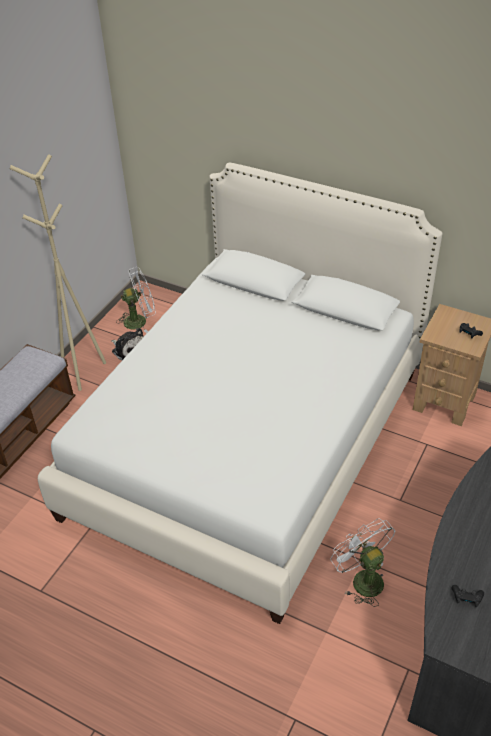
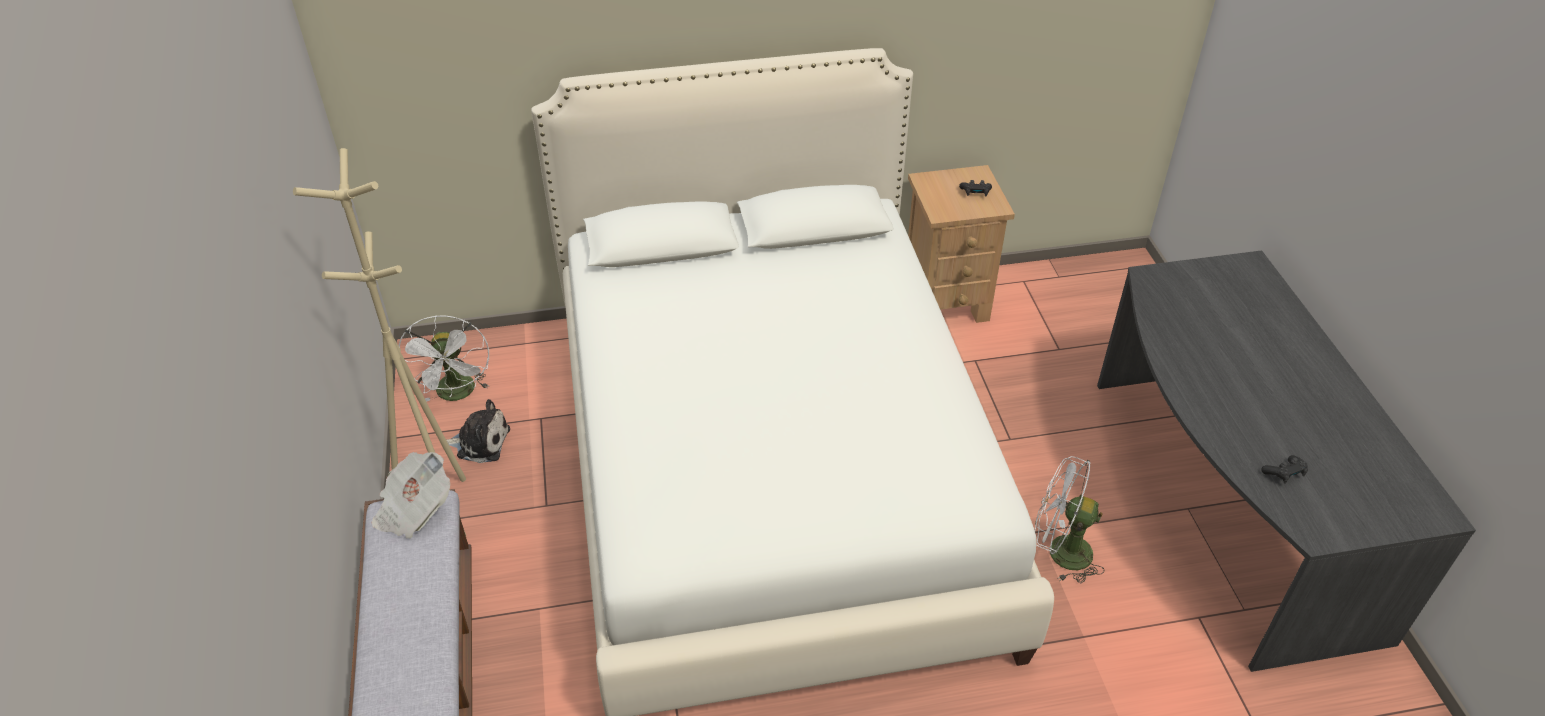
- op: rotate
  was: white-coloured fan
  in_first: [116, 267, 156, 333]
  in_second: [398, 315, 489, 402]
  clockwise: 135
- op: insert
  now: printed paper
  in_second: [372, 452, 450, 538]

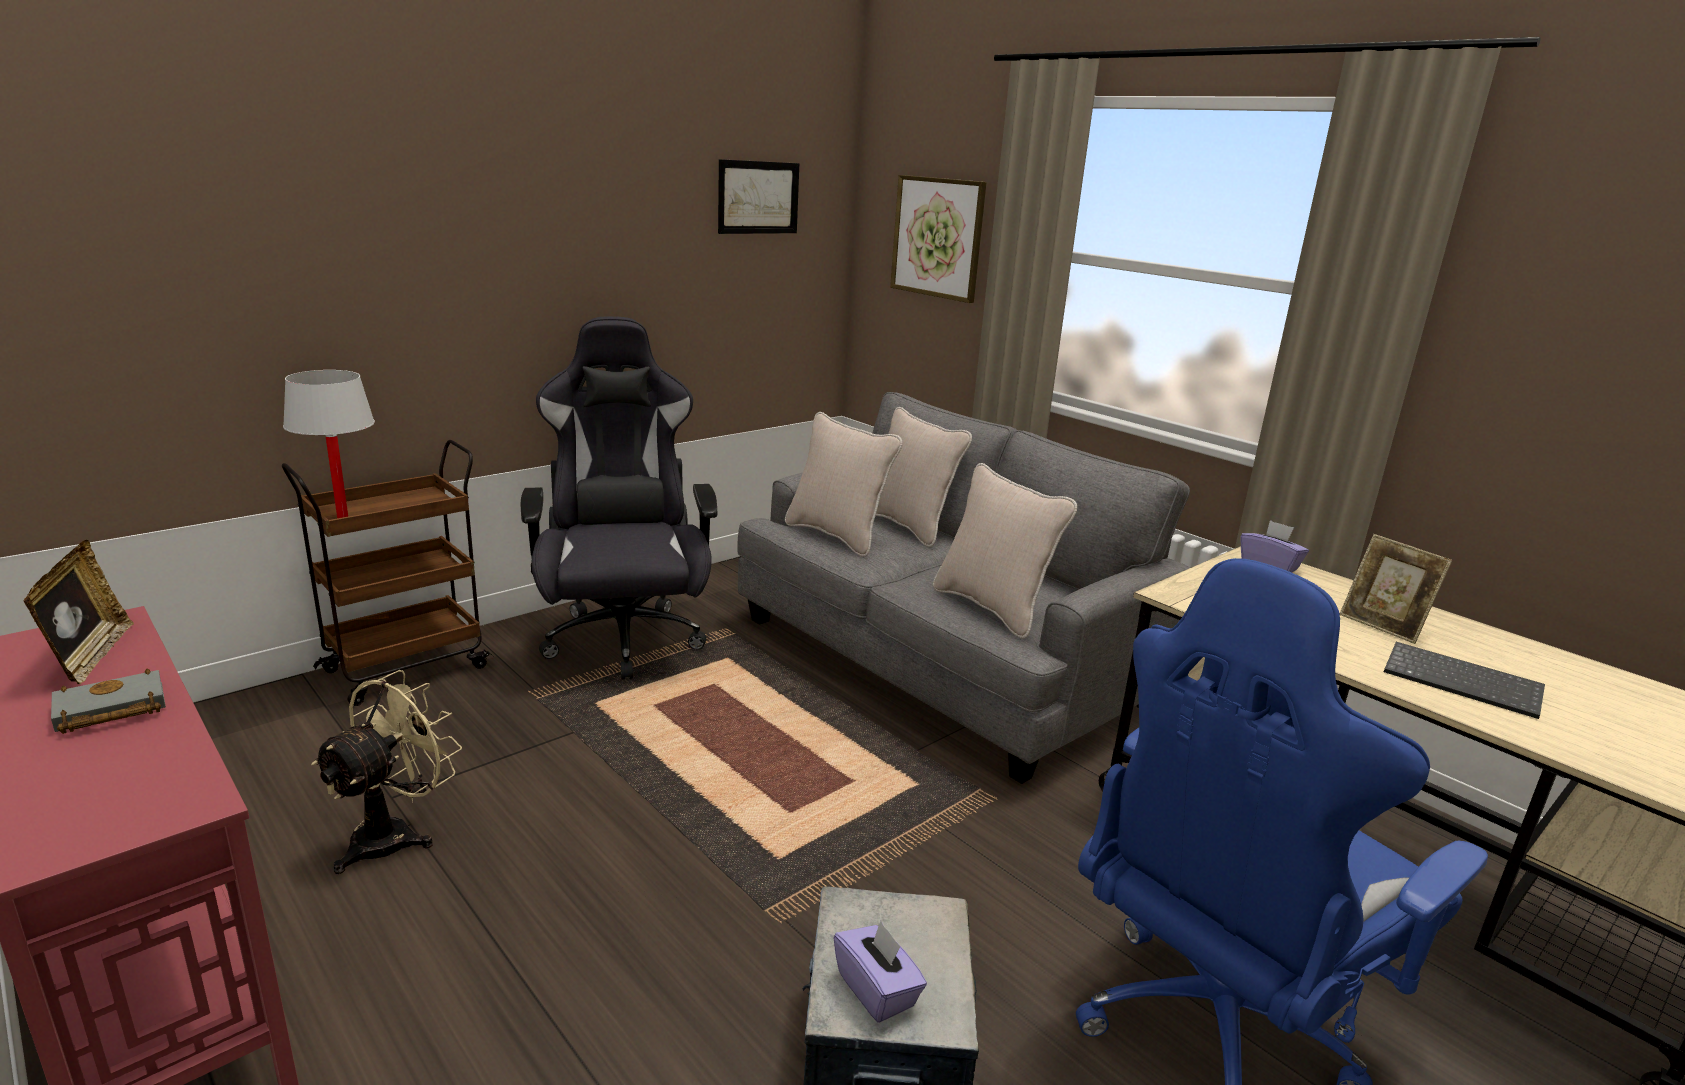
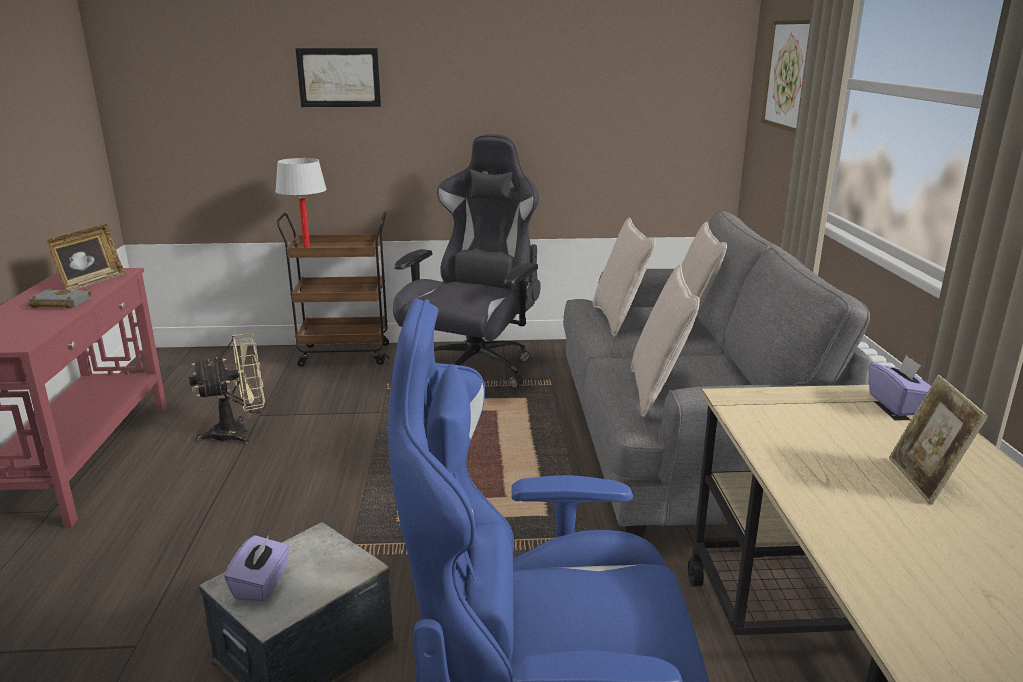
- op: move
  was: wall picture
  in_first: [718, 159, 800, 234]
  in_second: [295, 48, 381, 107]
- op: delete
  was: computer keyboard
  in_first: [1384, 642, 1545, 719]

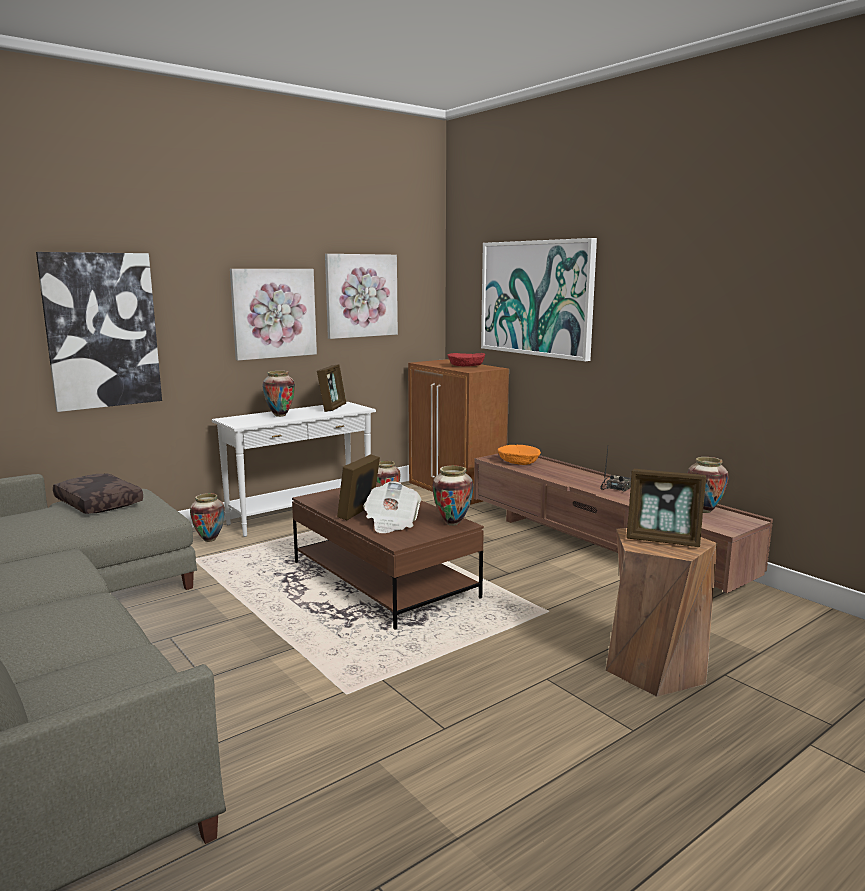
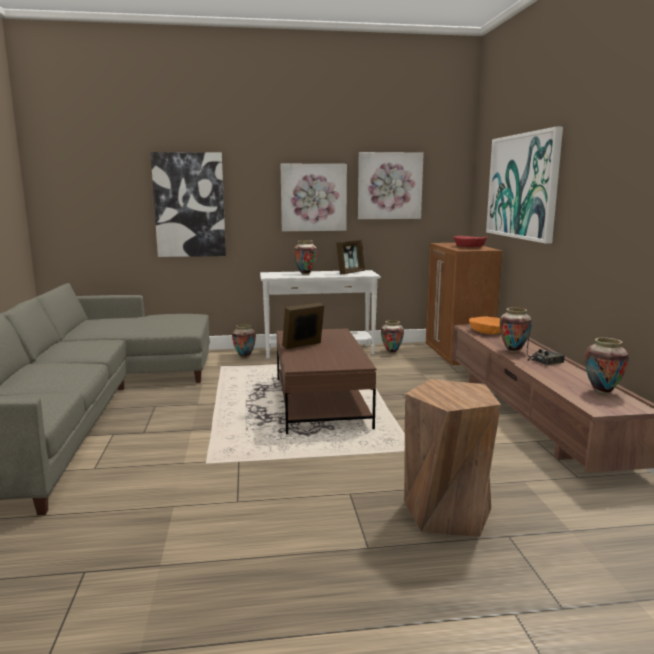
- op: move
  was: vase
  in_first: [432, 465, 474, 526]
  in_second: [500, 308, 532, 353]
- op: delete
  was: standing frame
  in_first: [626, 469, 706, 547]
- op: delete
  was: brown pillow
  in_first: [53, 474, 143, 514]
- op: delete
  was: printed paper
  in_first: [363, 481, 422, 533]

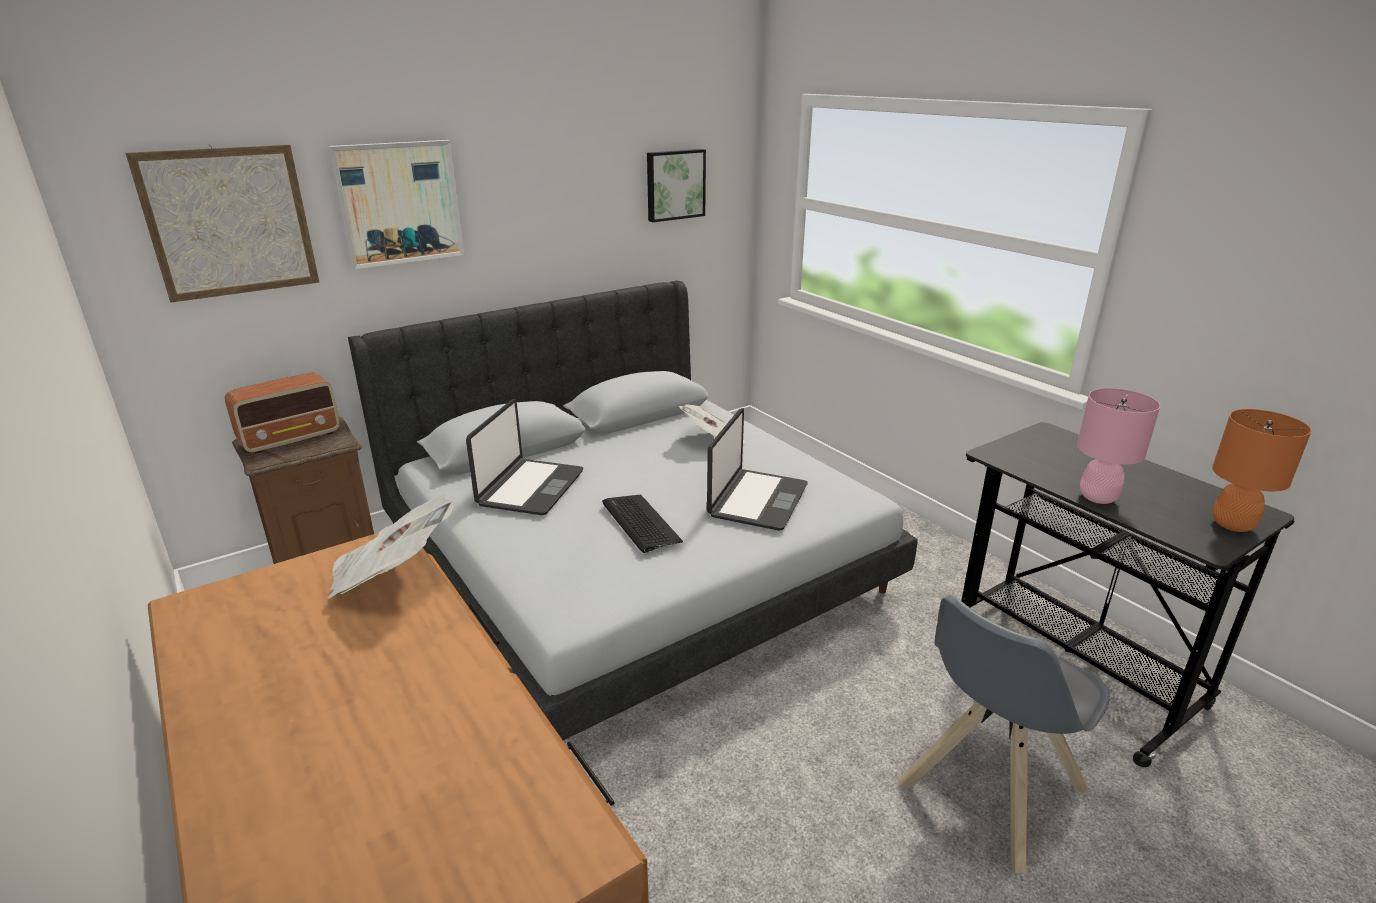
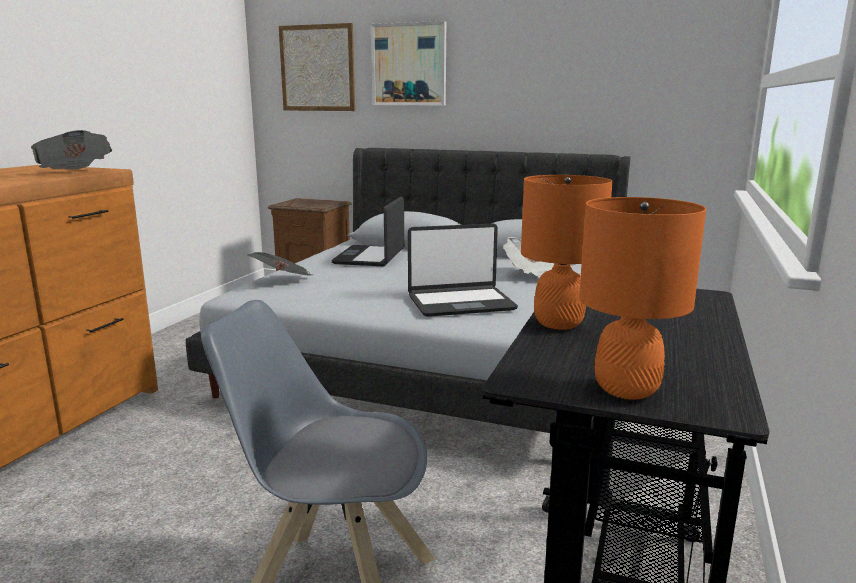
- op: delete
  was: wall picture
  in_first: [647, 149, 706, 222]
- op: delete
  was: radio set
  in_first: [225, 373, 340, 454]
- op: recolor
  was: pink-coloured lamp for a table
  now: orange-coloured lamp for a table
  in_first: [1077, 388, 1160, 504]
  in_second: [521, 175, 613, 330]
- op: rotate
  was: laptop
  in_first: [466, 399, 583, 515]
  in_second: [331, 196, 404, 266]
  clockwise: 120
- op: delete
  was: computer keyboard
  in_first: [602, 495, 683, 553]
- op: insert
  now: printed paper
  in_second: [247, 252, 312, 275]

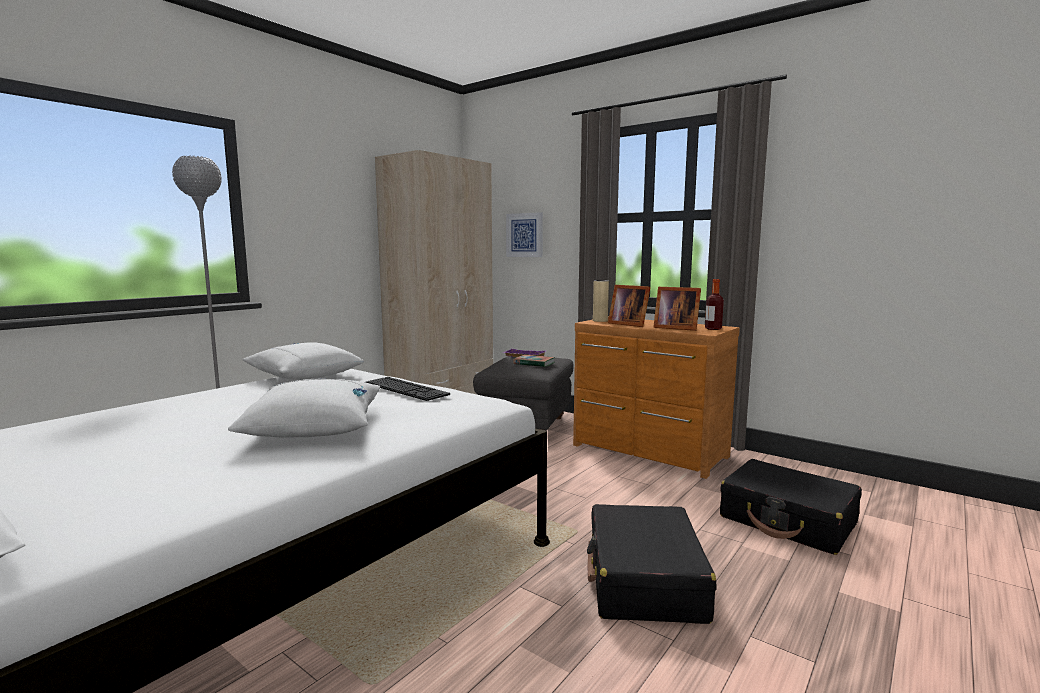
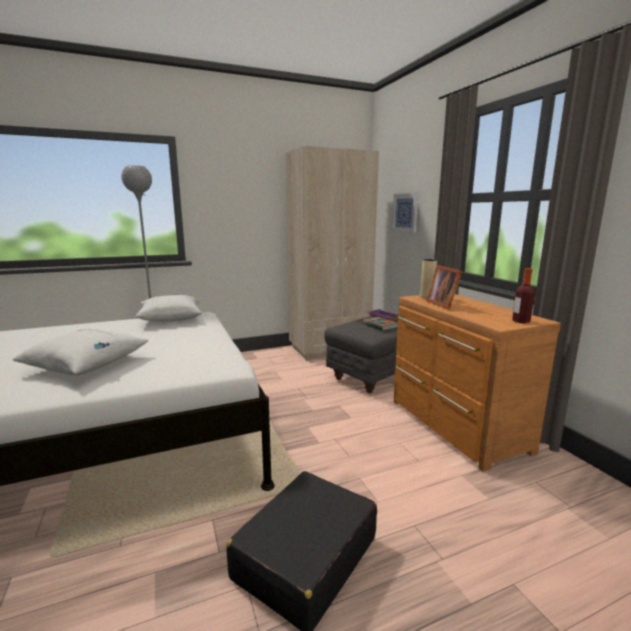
- op: delete
  was: standing frame
  in_first: [653, 287, 701, 331]
- op: delete
  was: computer keyboard
  in_first: [365, 377, 450, 401]
- op: delete
  was: blackish suitcase
  in_first: [720, 459, 862, 555]

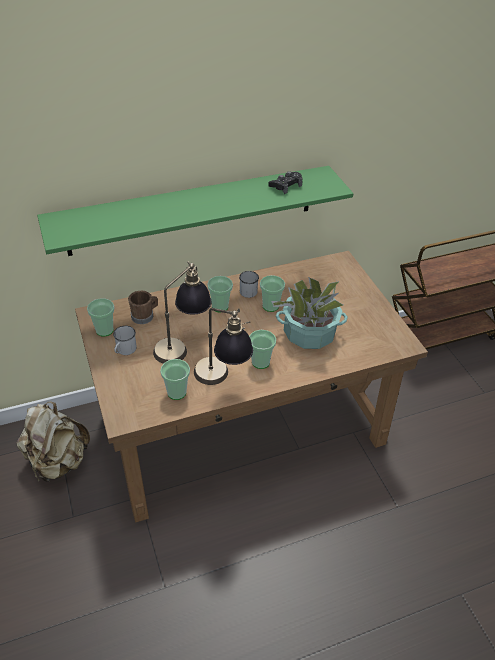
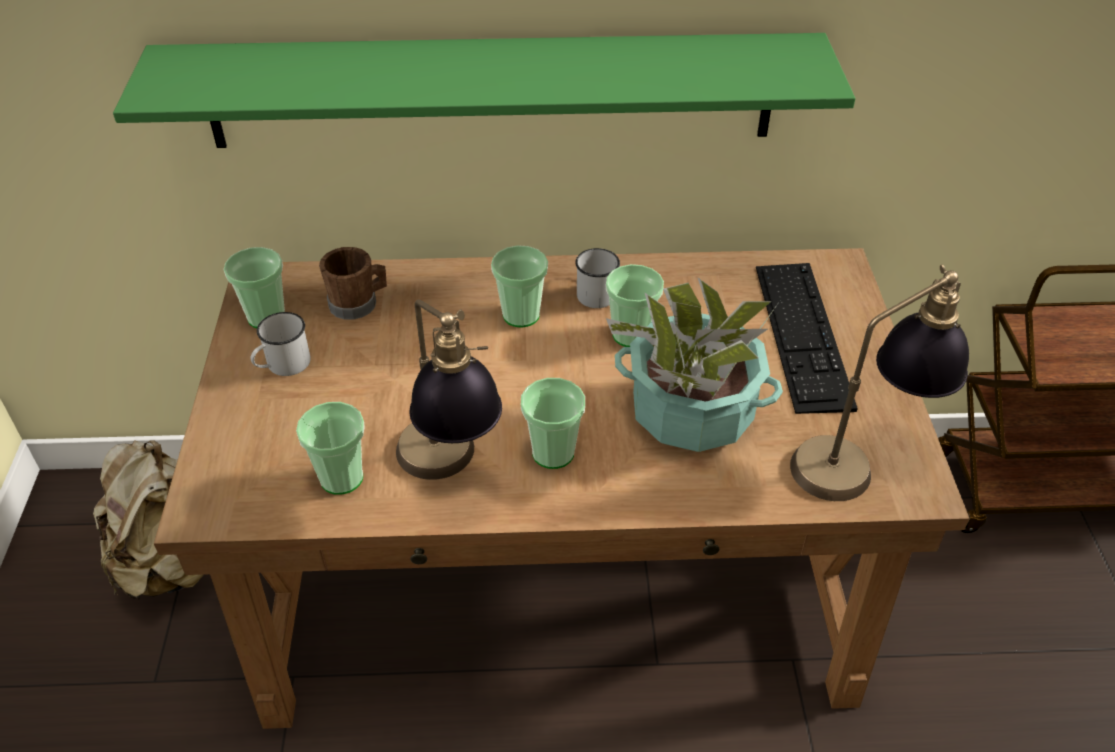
- op: delete
  was: blackish gamepad
  in_first: [268, 171, 303, 194]
- op: move
  was: lamp for a table
  in_first: [153, 261, 212, 364]
  in_second: [790, 264, 969, 501]
- op: insert
  now: computer keyboard
  in_second: [756, 263, 858, 414]

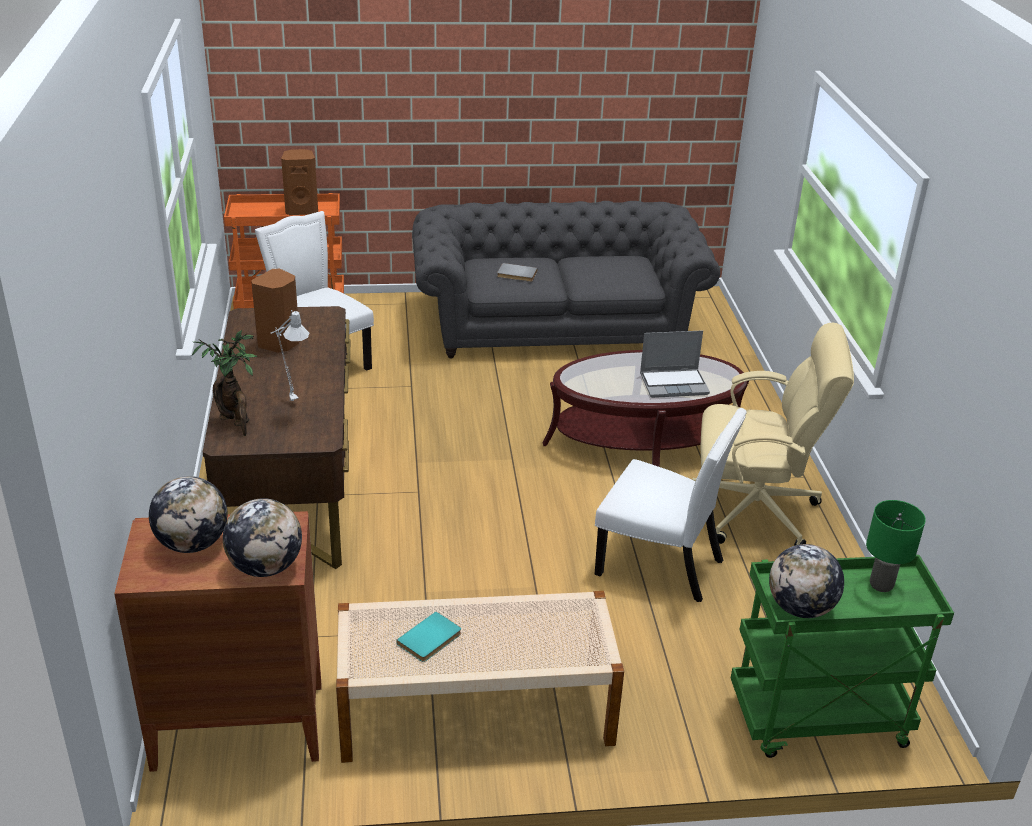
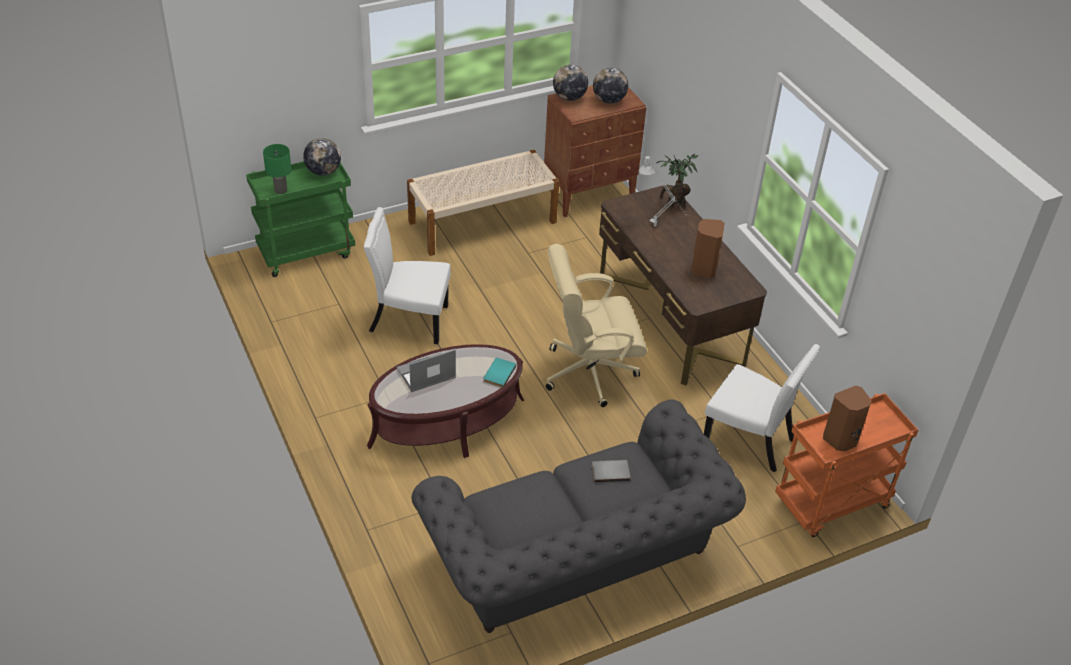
- op: move
  was: sand-coloured computer chair
  in_first: [692, 323, 854, 546]
  in_second: [546, 244, 647, 407]
- op: move
  was: turquoise-coloured bound book
  in_first: [396, 612, 461, 662]
  in_second: [483, 358, 516, 388]

